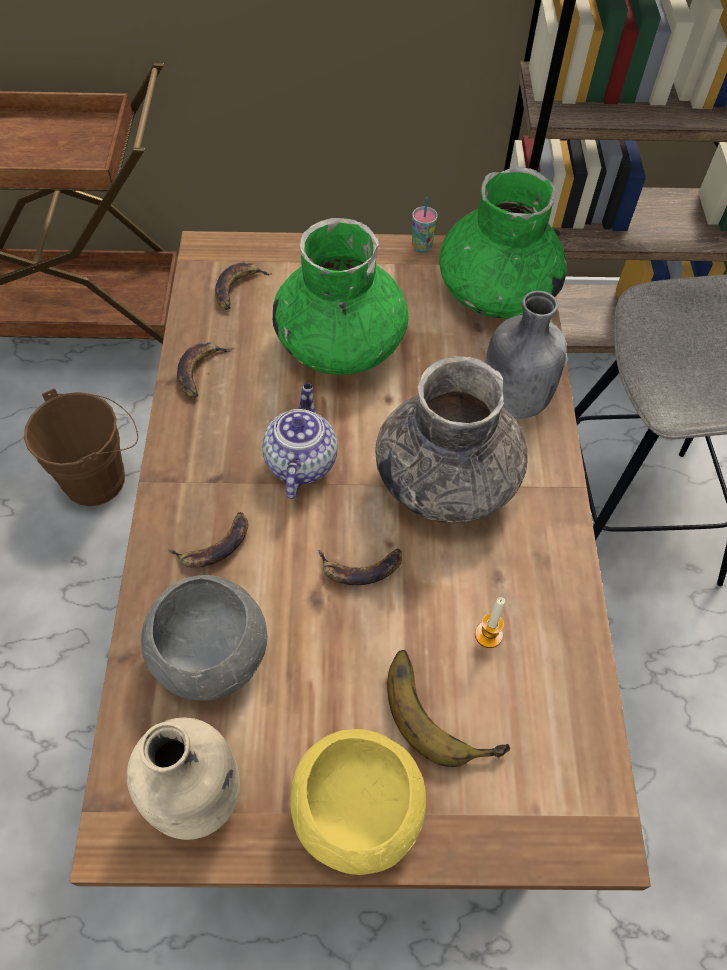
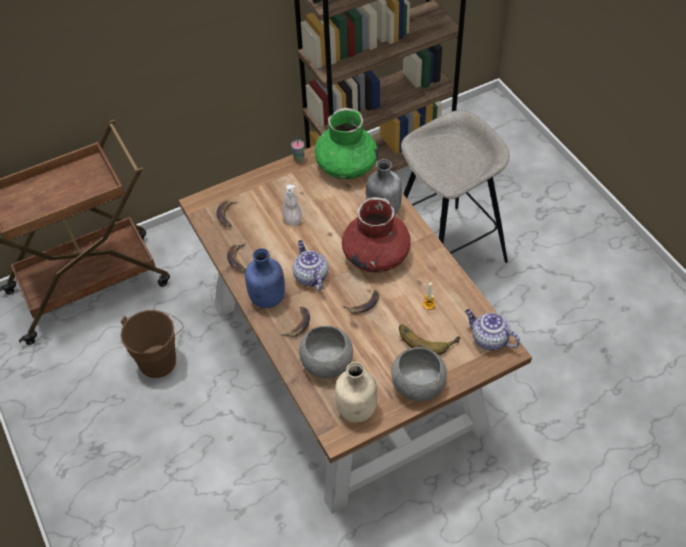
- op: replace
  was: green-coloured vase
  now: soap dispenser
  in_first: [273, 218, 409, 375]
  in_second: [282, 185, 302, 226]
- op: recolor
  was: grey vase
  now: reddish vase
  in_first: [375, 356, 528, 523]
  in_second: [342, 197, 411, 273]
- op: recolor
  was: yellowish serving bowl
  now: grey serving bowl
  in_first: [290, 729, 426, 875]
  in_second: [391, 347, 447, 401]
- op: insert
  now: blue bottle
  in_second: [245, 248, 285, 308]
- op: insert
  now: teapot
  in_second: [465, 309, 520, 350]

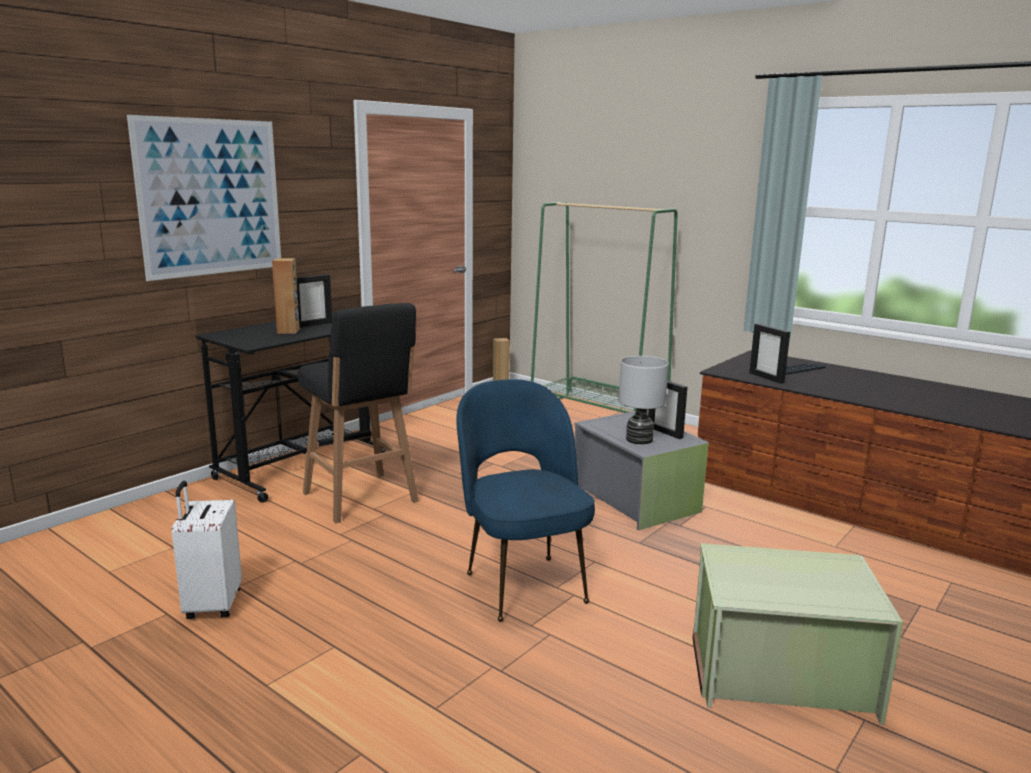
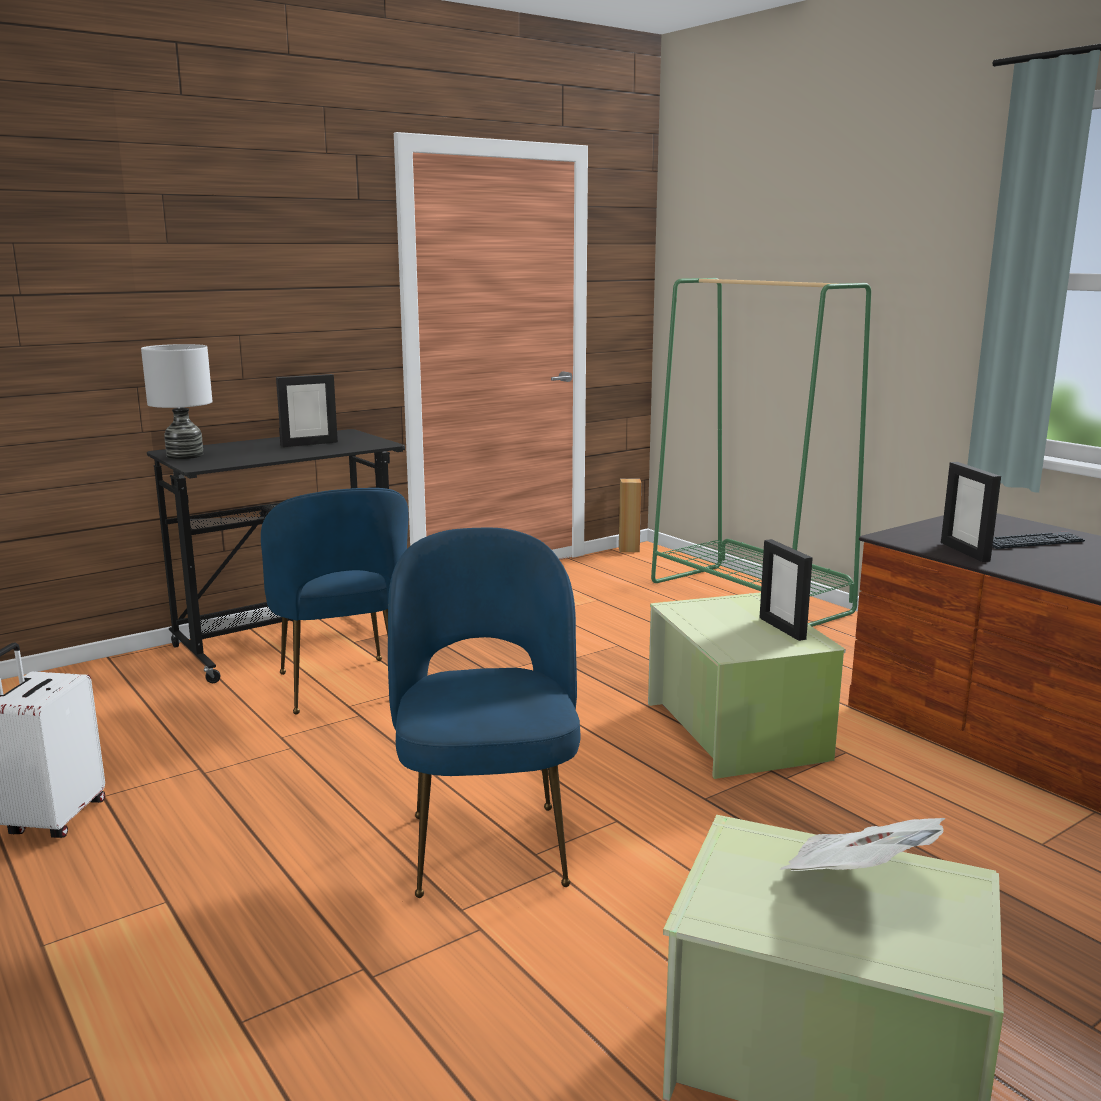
- op: delete
  was: wall picture
  in_first: [127, 115, 281, 281]
- op: delete
  was: brown audio speaker
  in_first: [272, 258, 300, 334]
- op: replace
  was: blackish sitting stool
  now: blue upright chair
  in_first: [298, 303, 419, 523]
  in_second: [261, 488, 409, 715]
- op: move
  was: grey lamp for a table
  in_first: [619, 356, 669, 444]
  in_second: [141, 344, 213, 459]
- op: recolor
  was: grey storage container
  now: green-coloured storage container
  in_first: [574, 411, 709, 530]
  in_second: [648, 592, 846, 779]
- op: insert
  now: printed paper
  in_second: [779, 818, 946, 871]

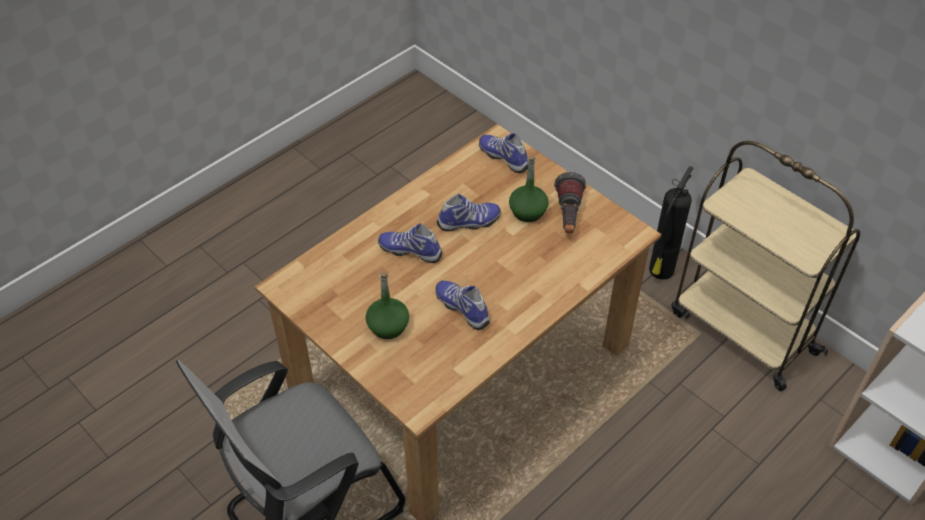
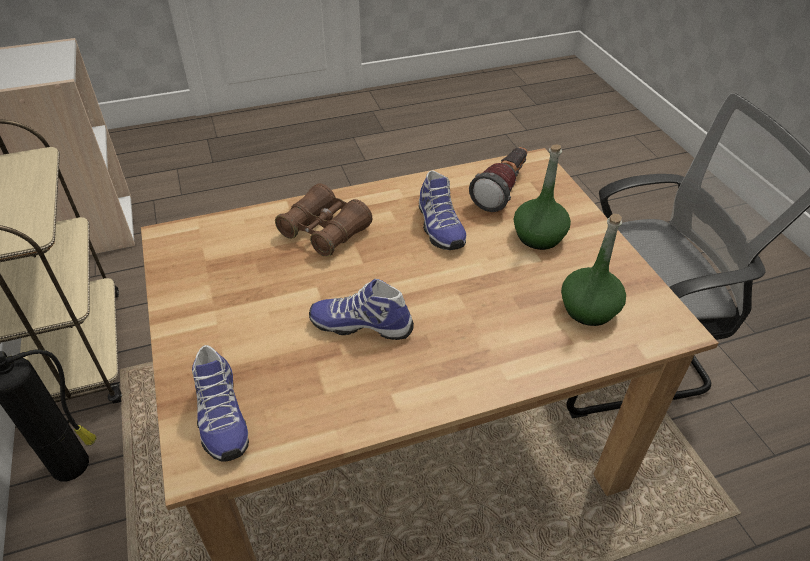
- op: move
  was: green-coloured bottle
  in_first: [509, 156, 549, 222]
  in_second: [561, 214, 626, 326]
- op: move
  was: hand torch
  in_first: [554, 172, 586, 234]
  in_second: [469, 147, 527, 212]
- op: delete
  was: low shoe
  in_first: [378, 223, 442, 263]
- op: insert
  now: brown binoculars
  in_second: [275, 183, 372, 257]

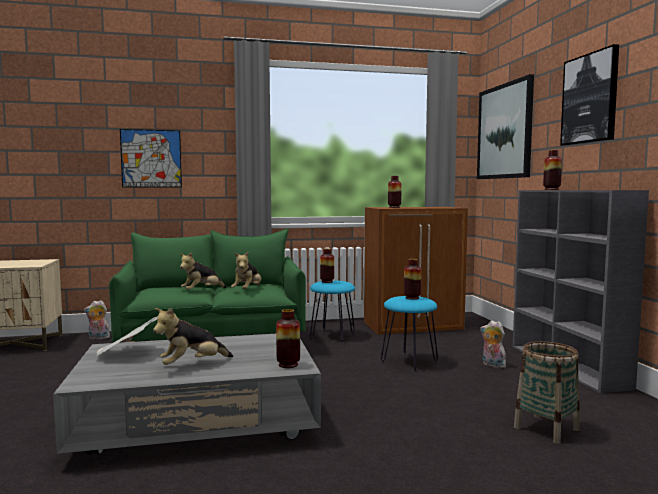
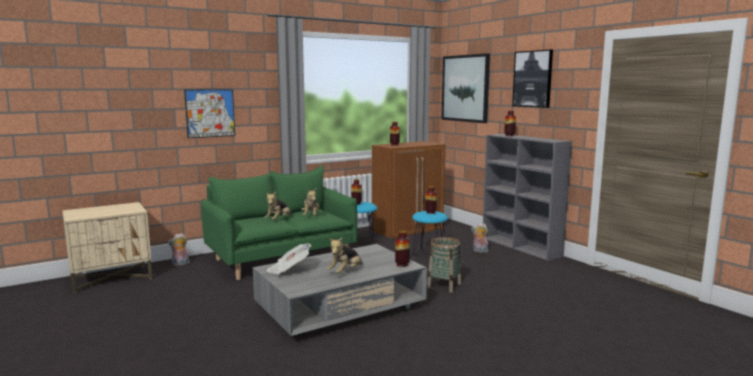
- op: move
  was: basket
  in_first: [514, 341, 580, 444]
  in_second: [427, 237, 461, 293]

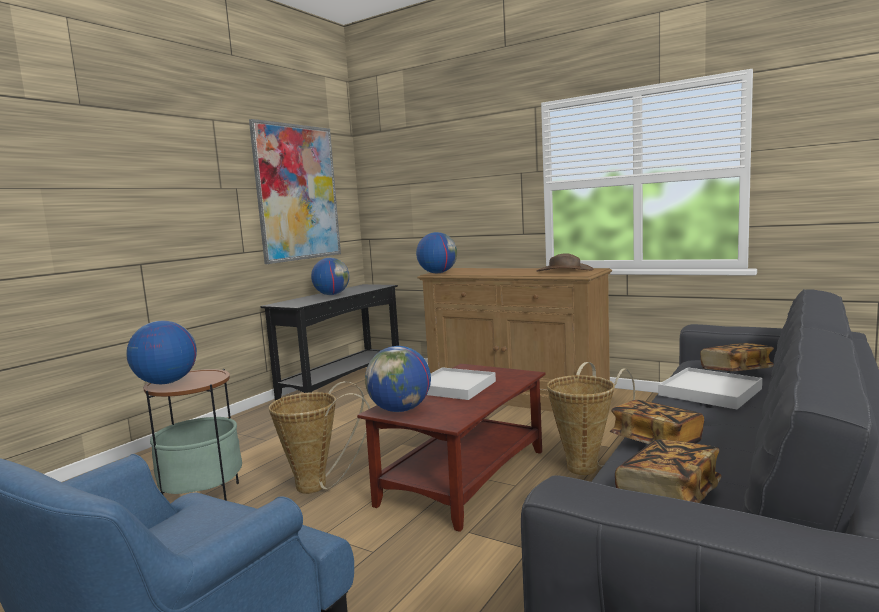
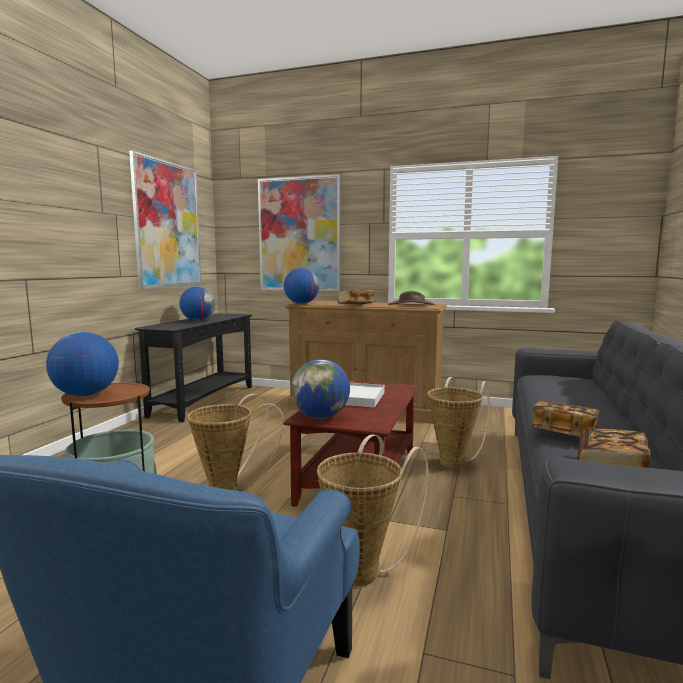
- op: move
  was: bound book
  in_first: [700, 343, 774, 371]
  in_second: [337, 290, 376, 304]
- op: delete
  was: white-coloured tray
  in_first: [658, 367, 762, 409]
- op: insert
  now: wall picture
  in_second: [258, 174, 341, 291]
- op: insert
  now: basket
  in_second: [317, 434, 429, 586]

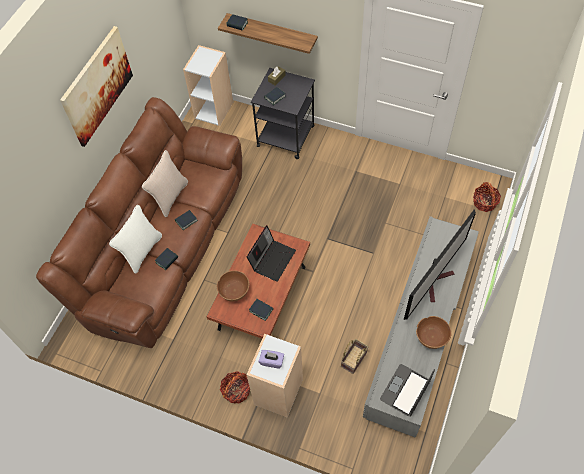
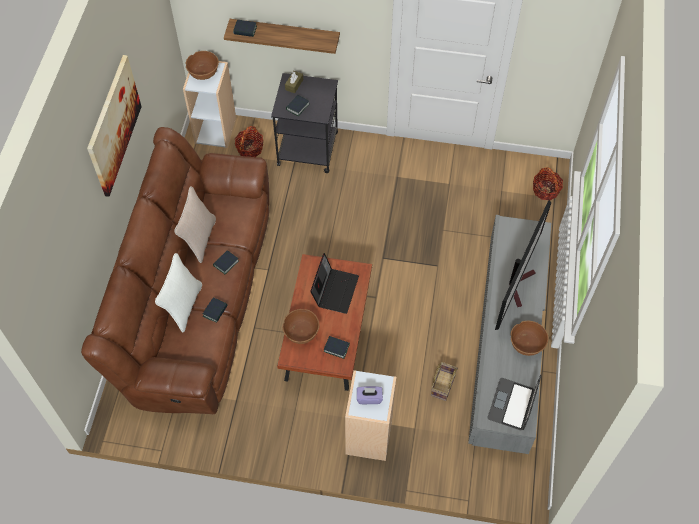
- op: move
  was: basket
  in_first: [220, 371, 250, 403]
  in_second: [235, 126, 263, 157]
- op: insert
  now: brown serving bowl
  in_second: [185, 51, 219, 80]

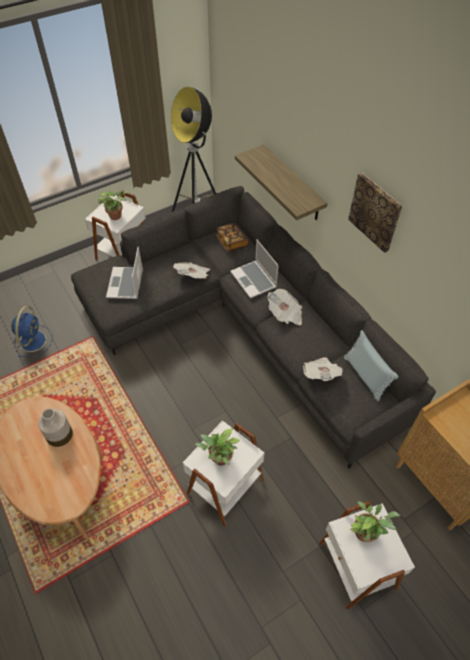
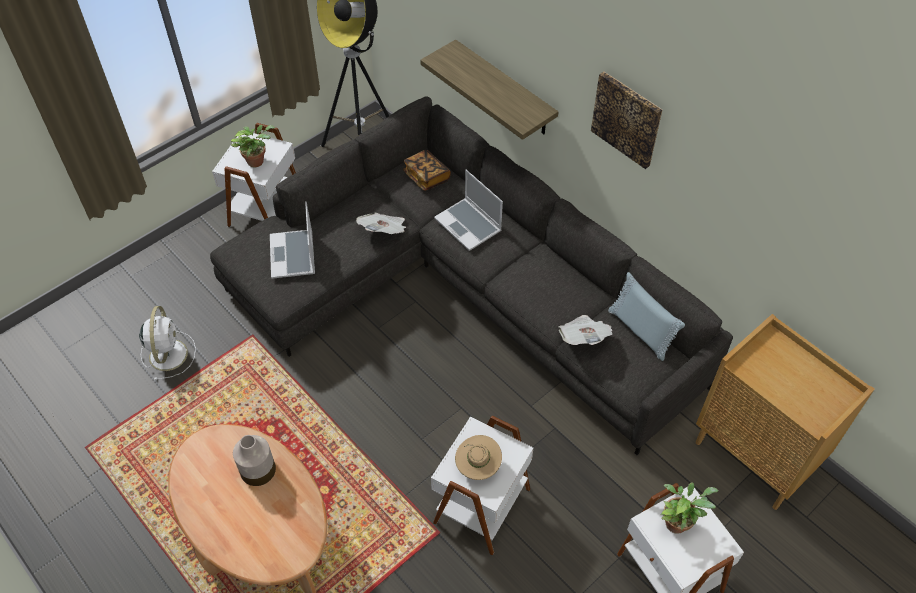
- op: delete
  was: printed paper
  in_first: [267, 289, 302, 325]
- op: recolor
  was: blue fan
  now: white-coloured fan
  in_first: [11, 306, 53, 357]
  in_second: [139, 306, 196, 380]
- op: replace
  was: plant in a pot
  now: sand-coloured wearable hat
  in_first: [194, 428, 240, 466]
  in_second: [455, 435, 502, 480]

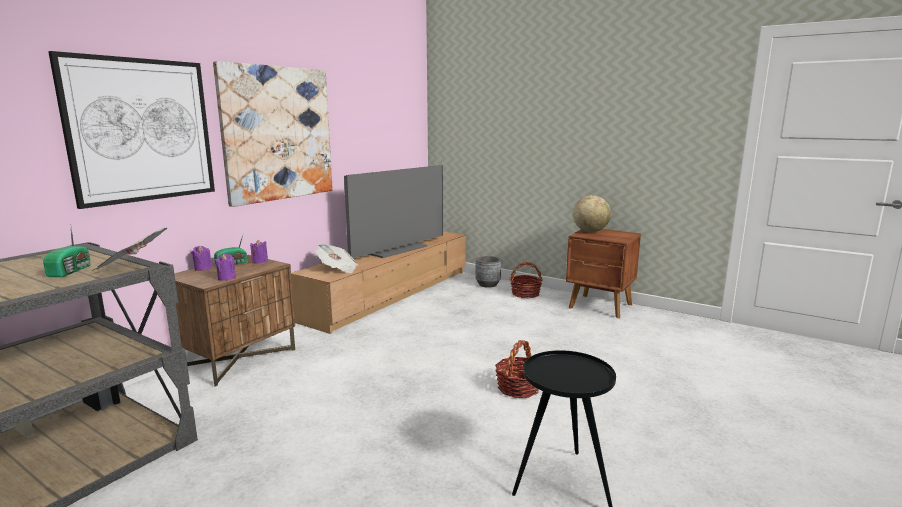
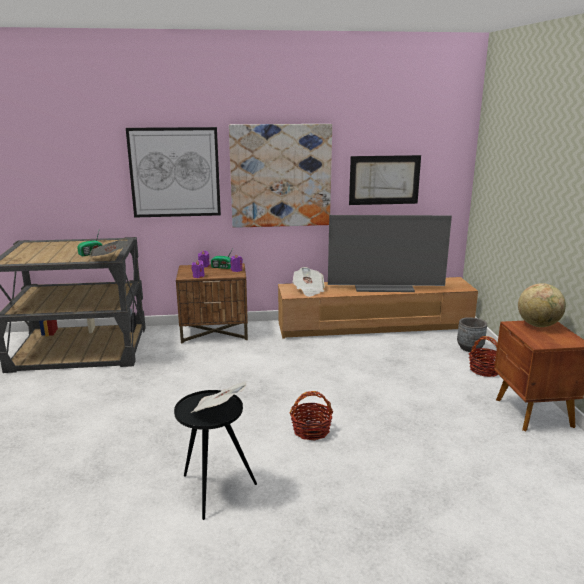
- op: insert
  now: wall picture
  in_second: [349, 155, 421, 205]
- op: insert
  now: printed paper
  in_second: [191, 381, 247, 413]

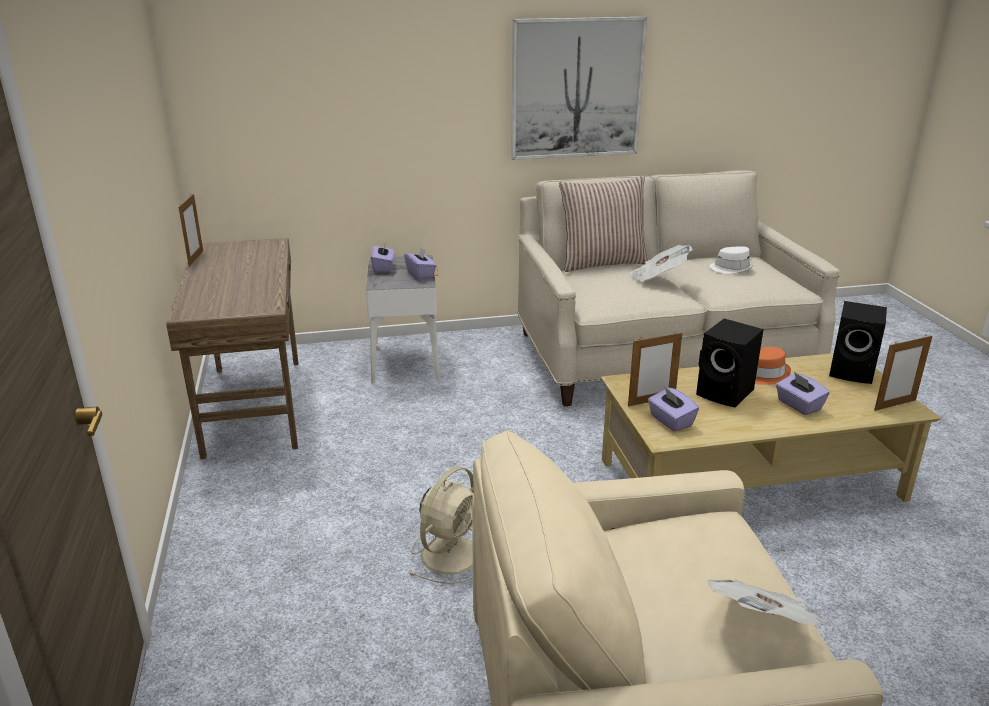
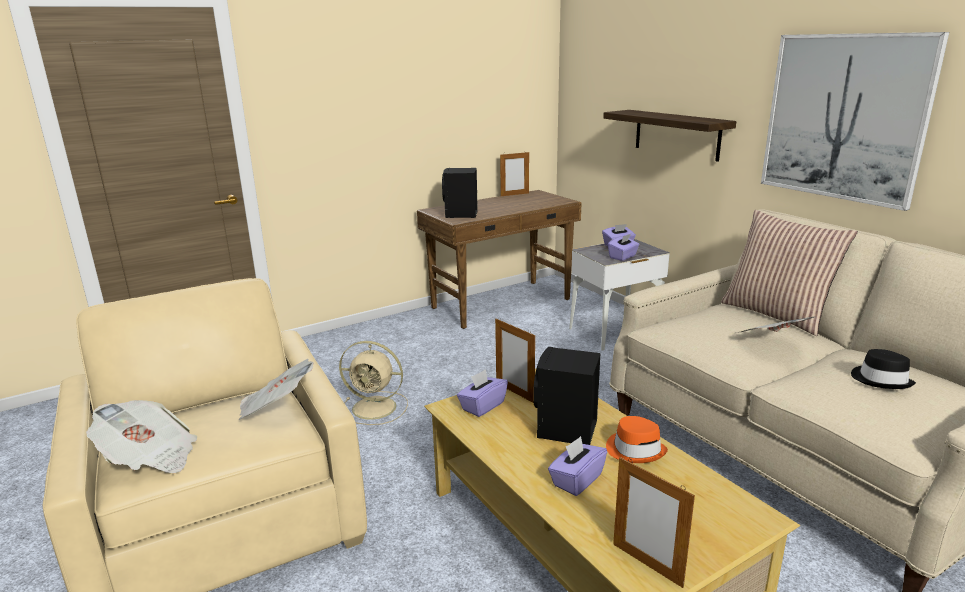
- op: recolor
  was: white-coloured wearable hat
  now: blackish wearable hat
  in_first: [709, 246, 754, 274]
  in_second: [851, 349, 916, 389]
- op: move
  was: blackish audio speaker
  in_first: [829, 301, 887, 384]
  in_second: [442, 168, 478, 218]
- op: insert
  now: bracket shelf
  in_second: [603, 110, 736, 161]
- op: insert
  now: printed paper
  in_second: [238, 359, 314, 420]

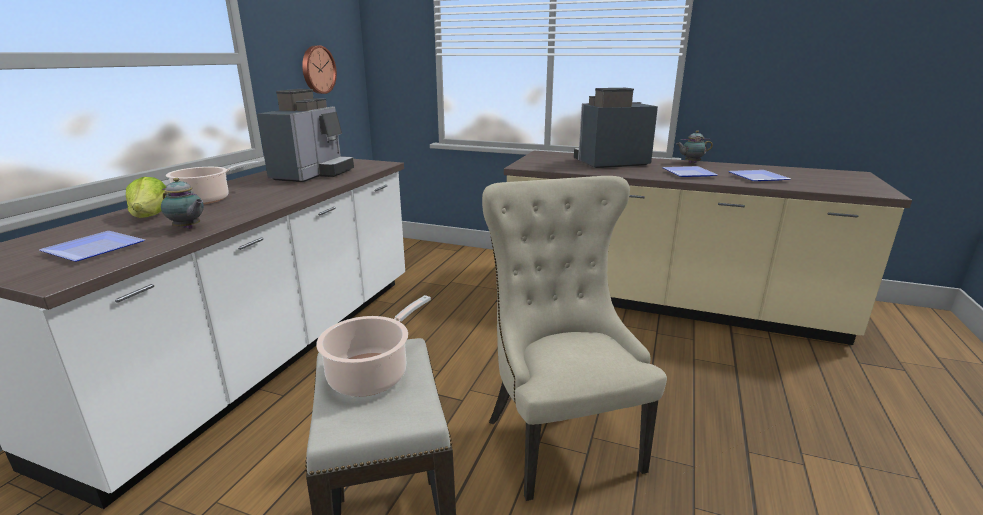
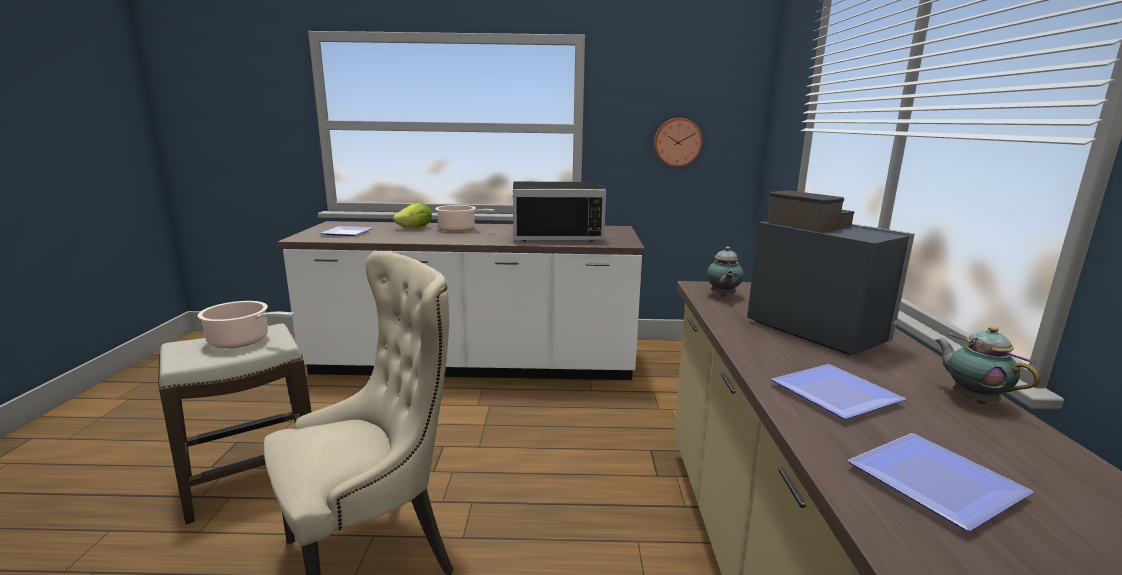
- op: replace
  was: coffee machine
  now: blackish microwave oven
  in_first: [257, 89, 354, 182]
  in_second: [513, 182, 606, 241]
- op: move
  was: teapot
  in_first: [161, 178, 204, 229]
  in_second: [707, 246, 744, 297]

